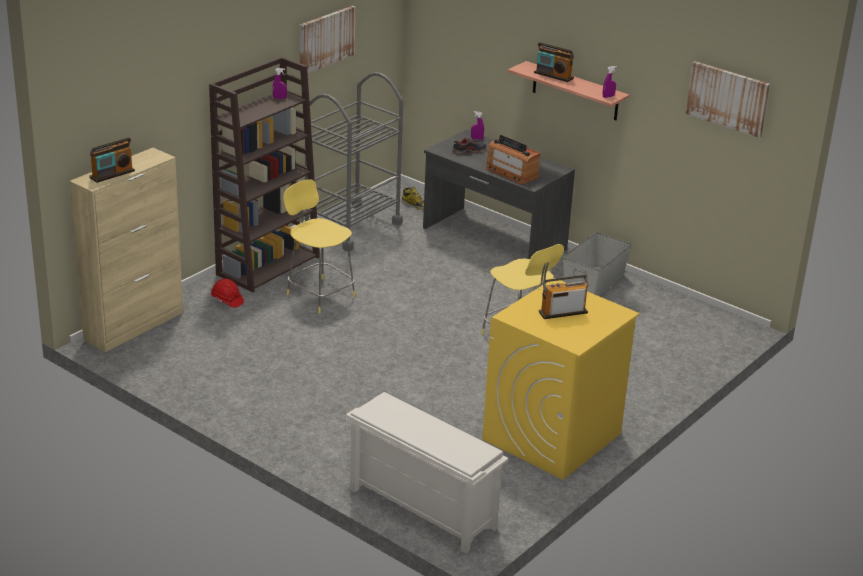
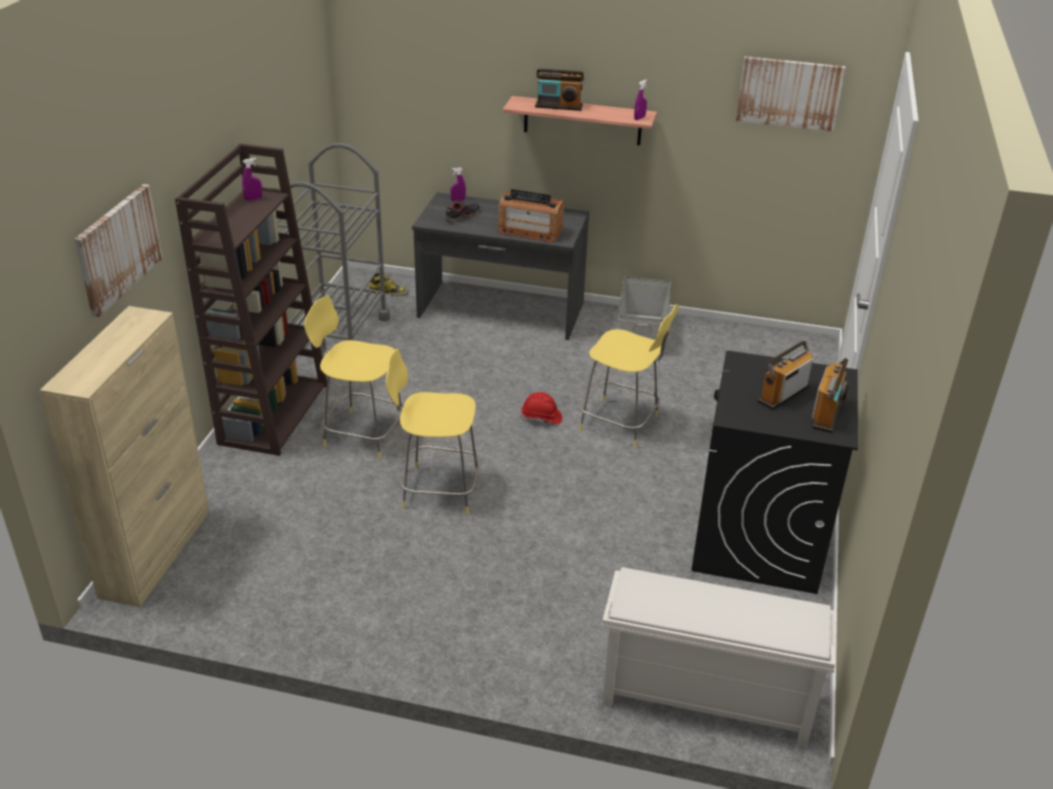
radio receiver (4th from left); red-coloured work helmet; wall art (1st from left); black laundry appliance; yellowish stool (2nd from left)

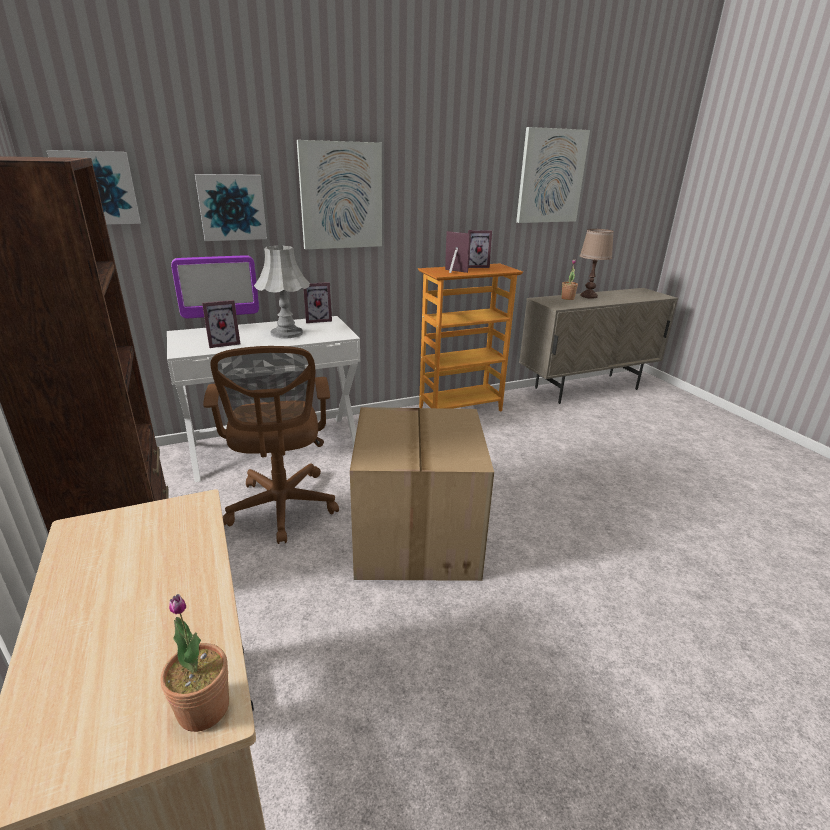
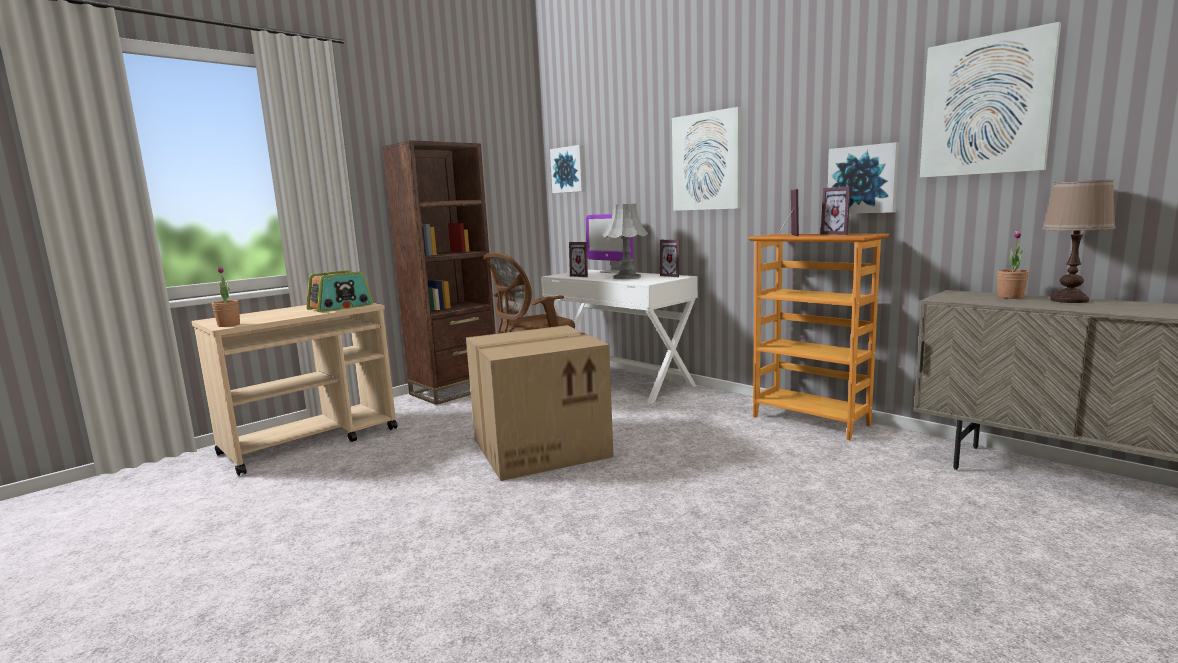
wall art (3rd from left); radio receiver

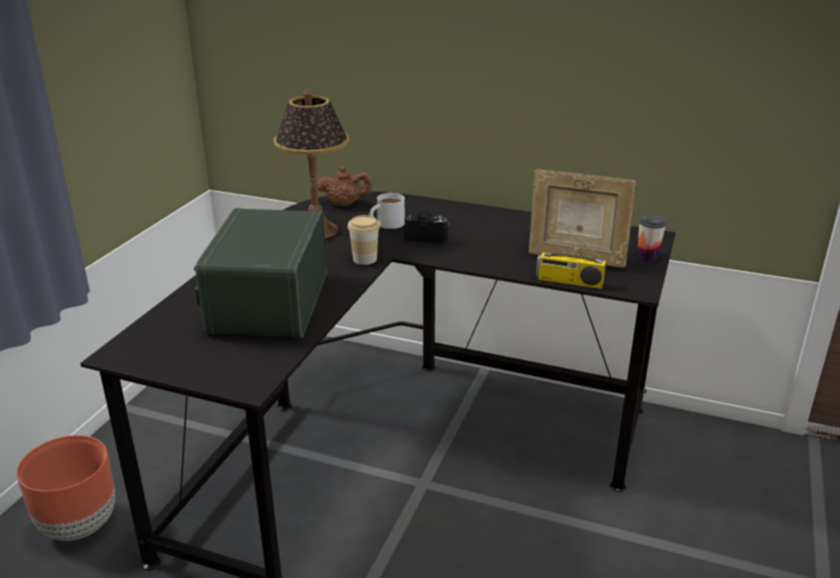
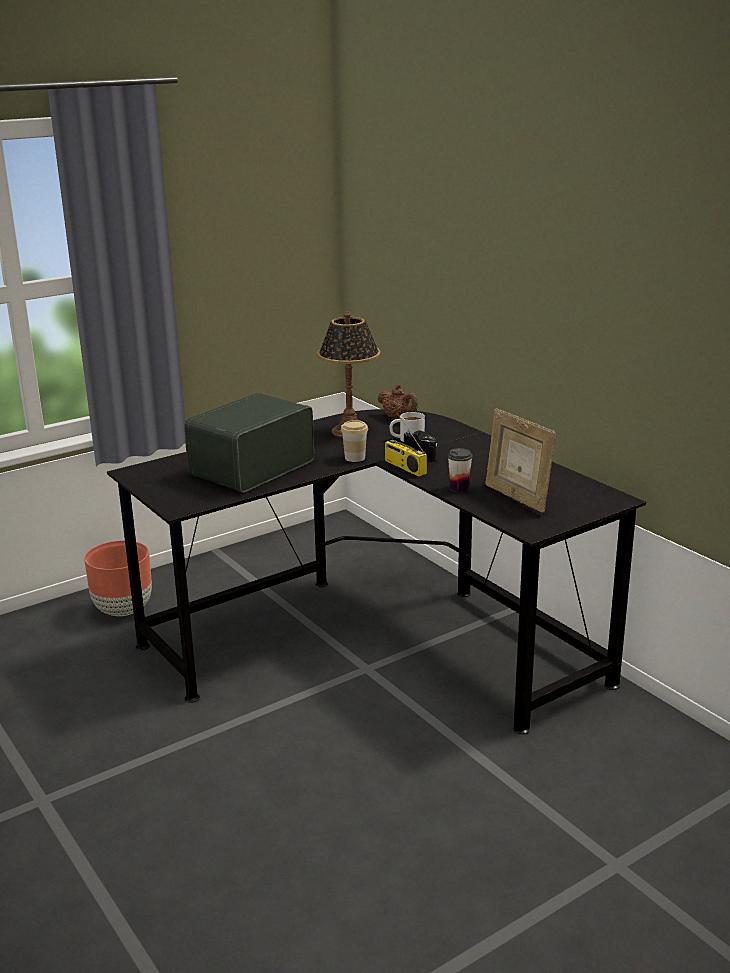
radio receiver (2nd from left); small cup (2nd from left)

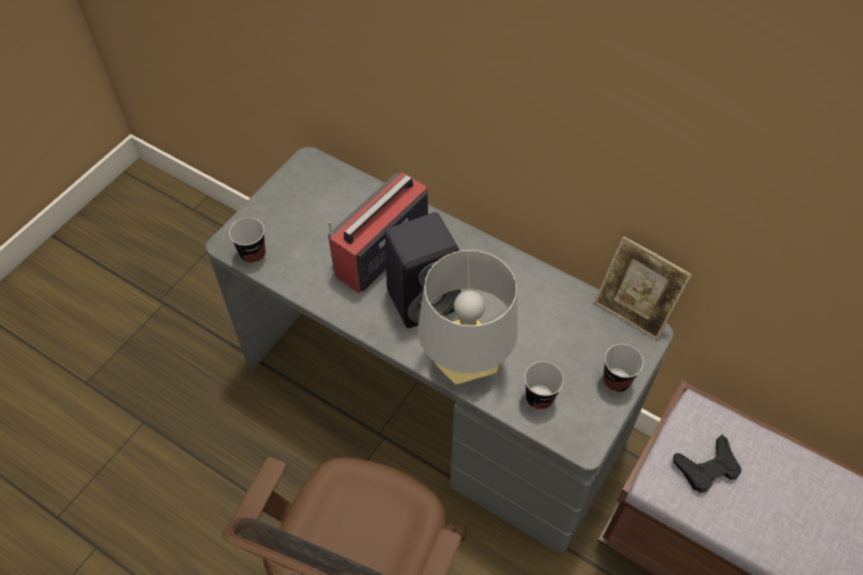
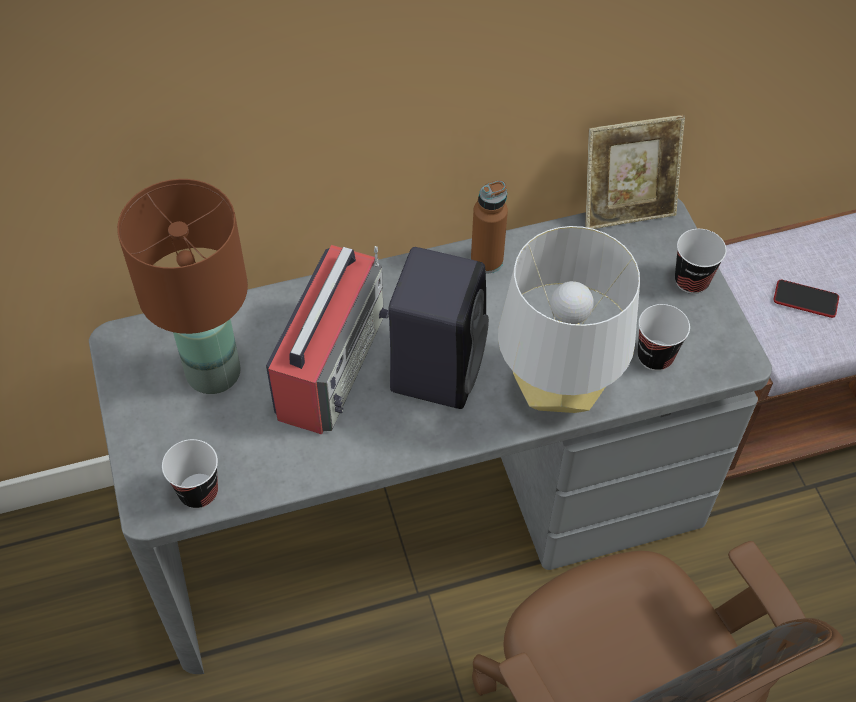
radio receiver; telephone; brown tabletop lamp; brown bottle

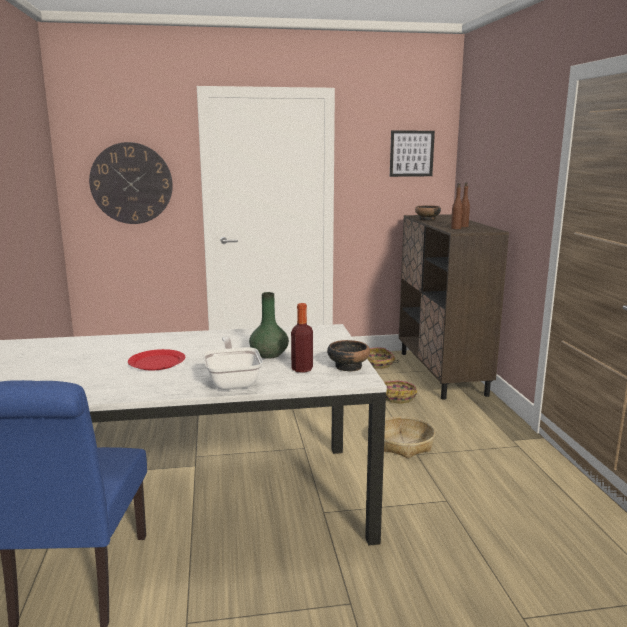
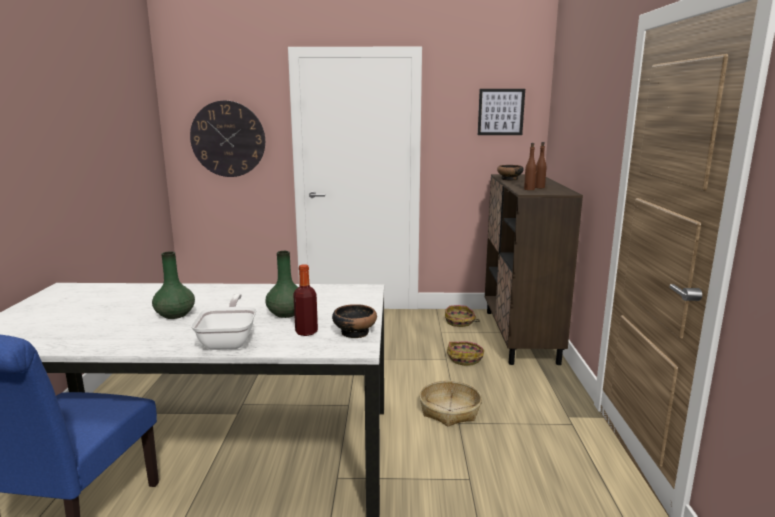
green vase (1st from left)

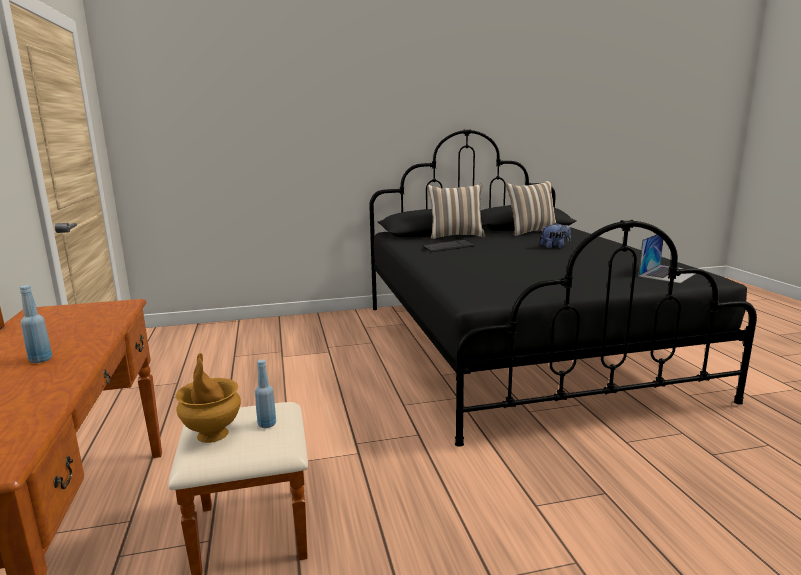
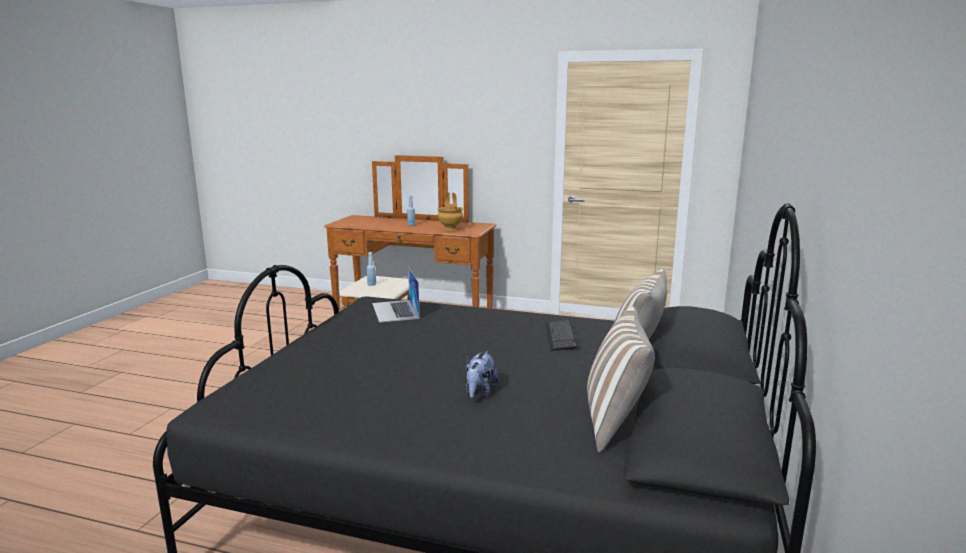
brown vase; laptop

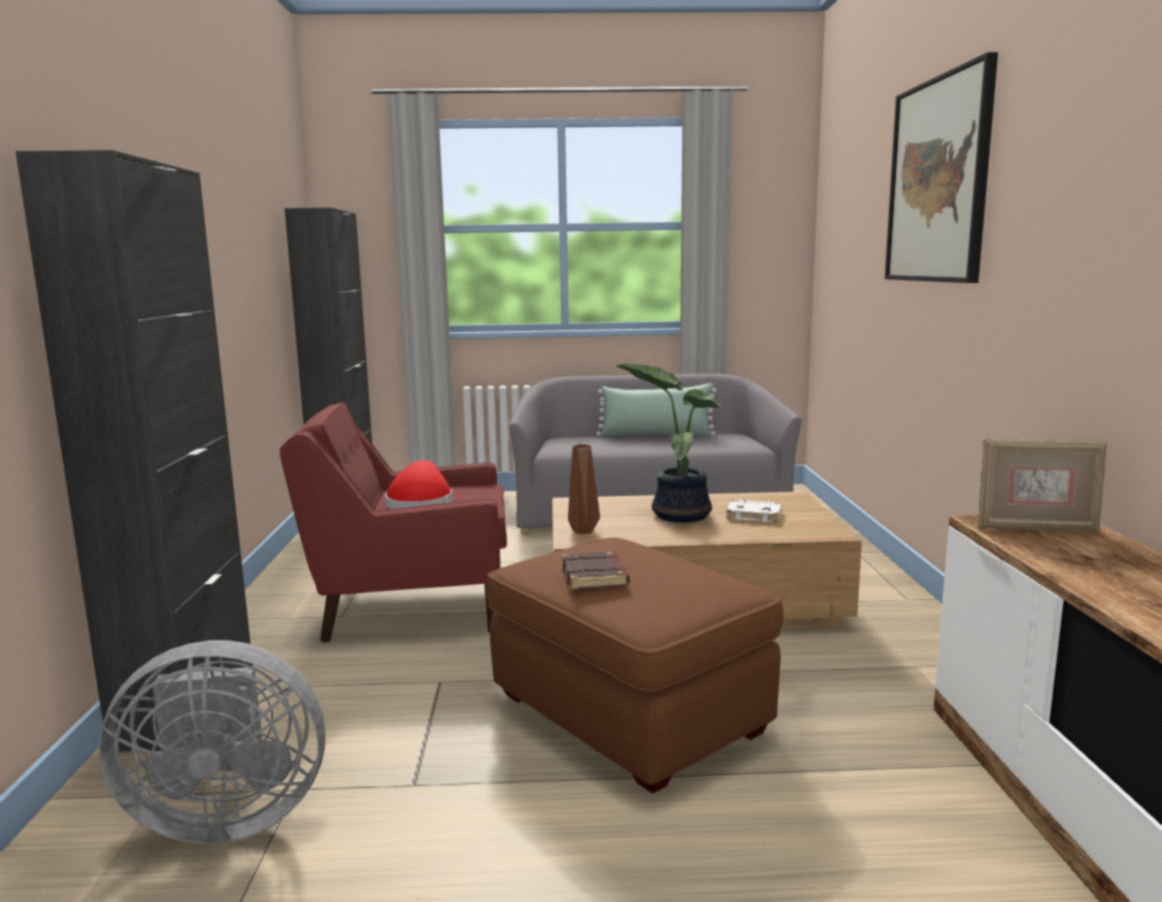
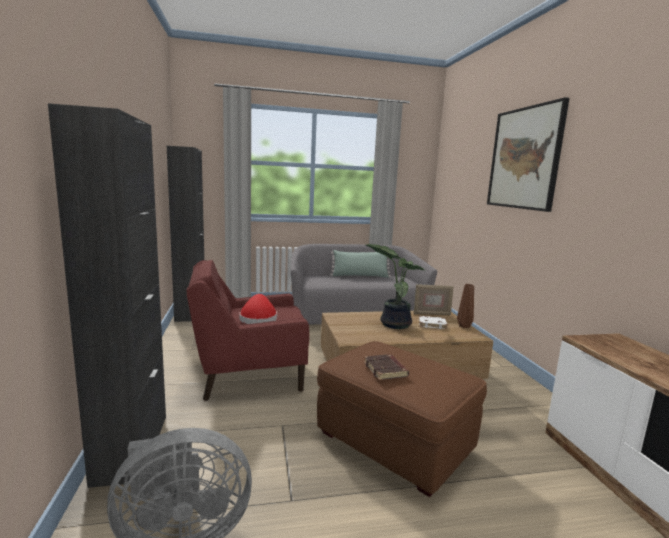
brown vase; photo frame

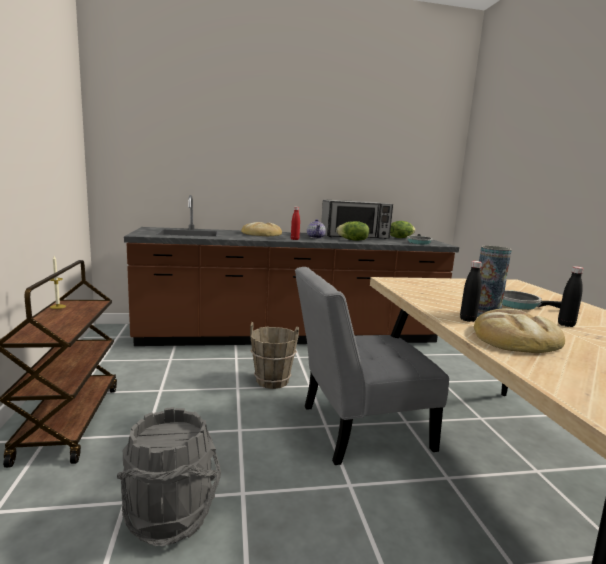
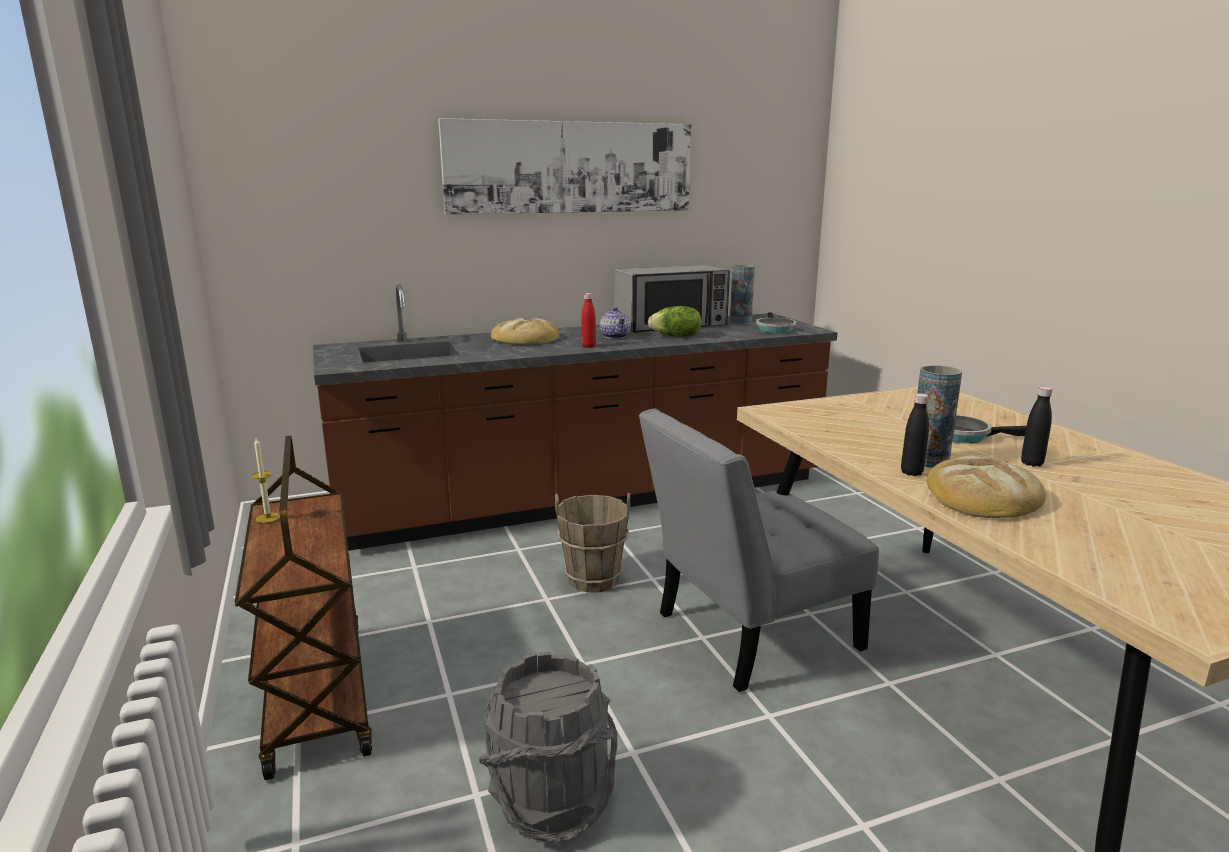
vase (1st from left); wall art

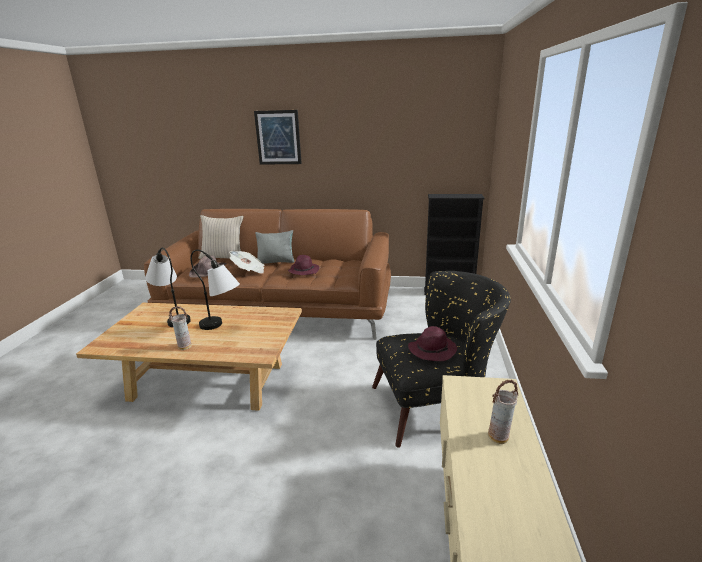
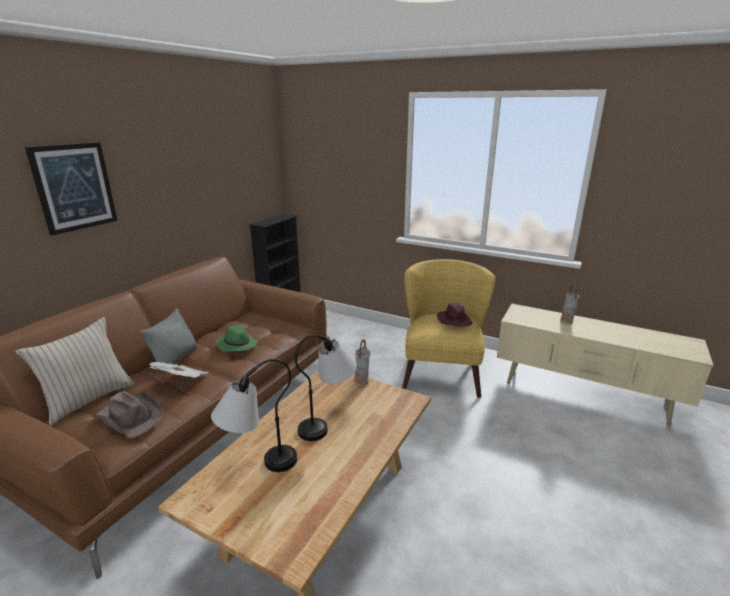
vase (1st from left); green hat; yellowish easy chair

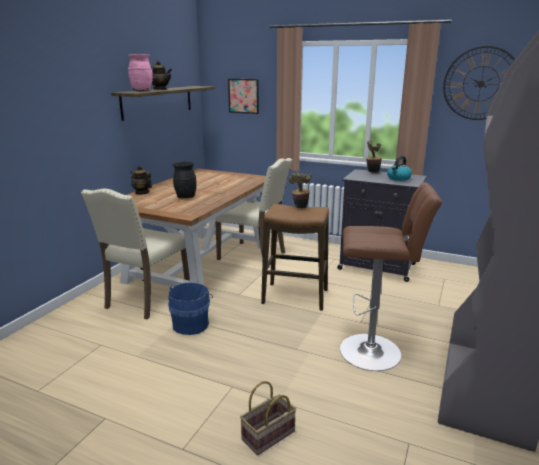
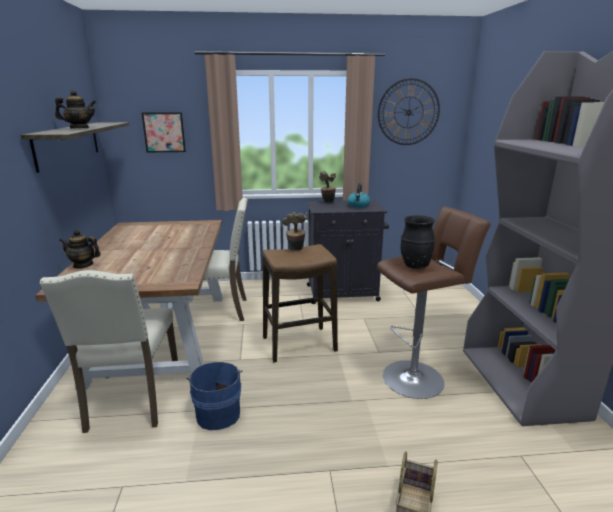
pink-coloured vase; black vase

